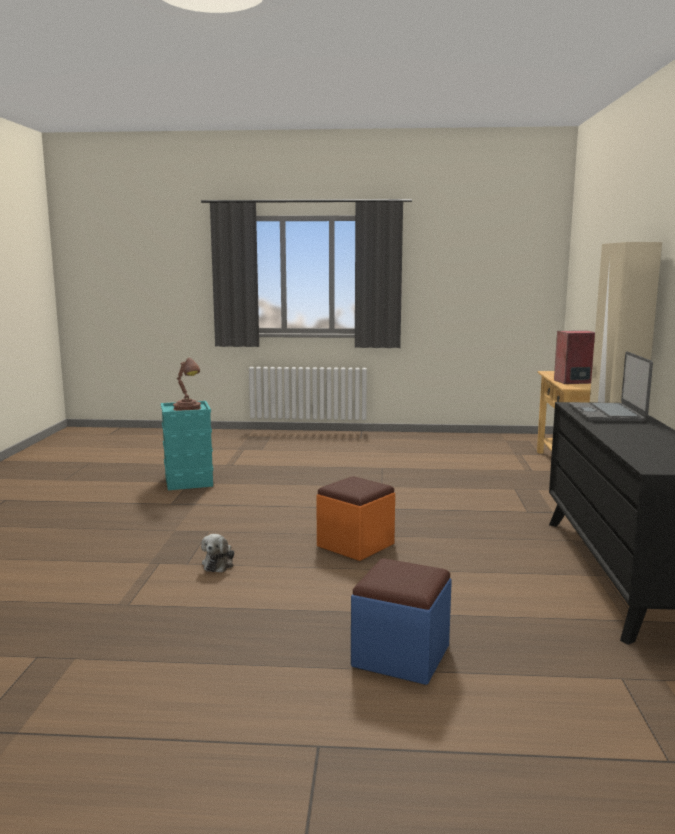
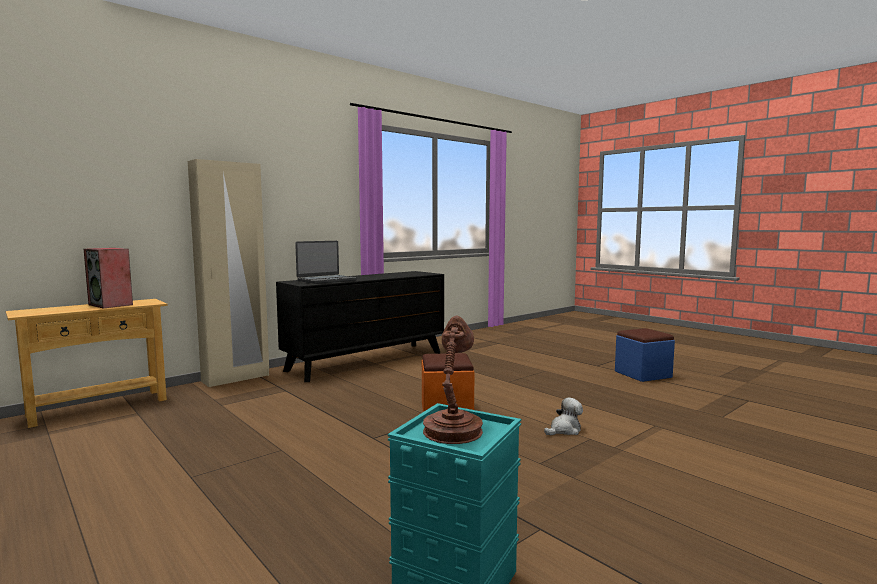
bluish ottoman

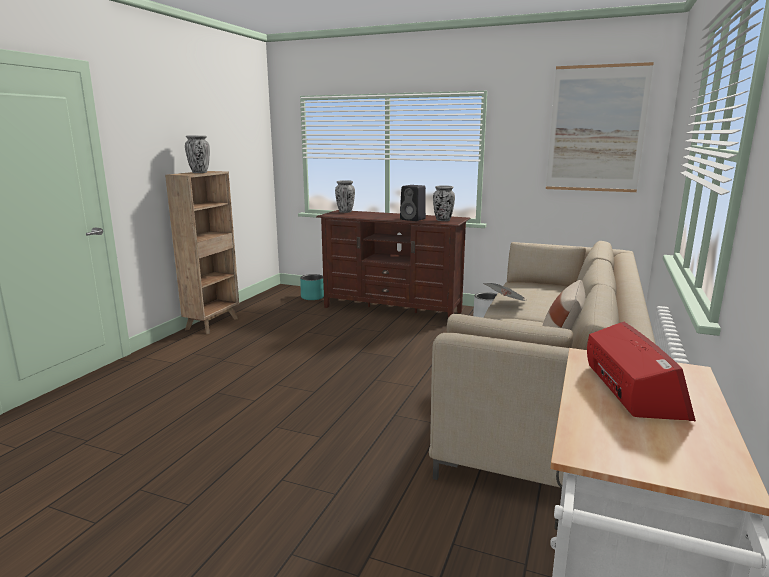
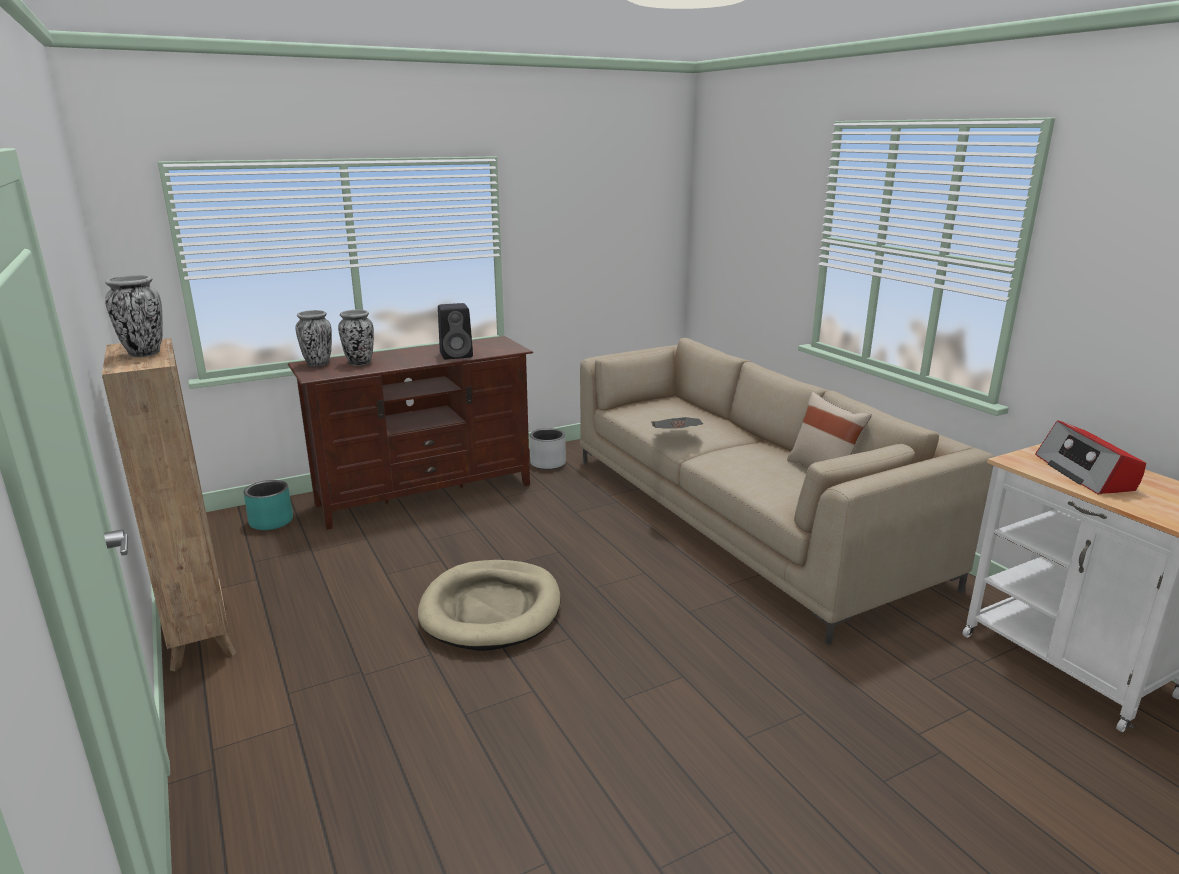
vase (3rd from left); wall art; radio receiver; beige pet bed

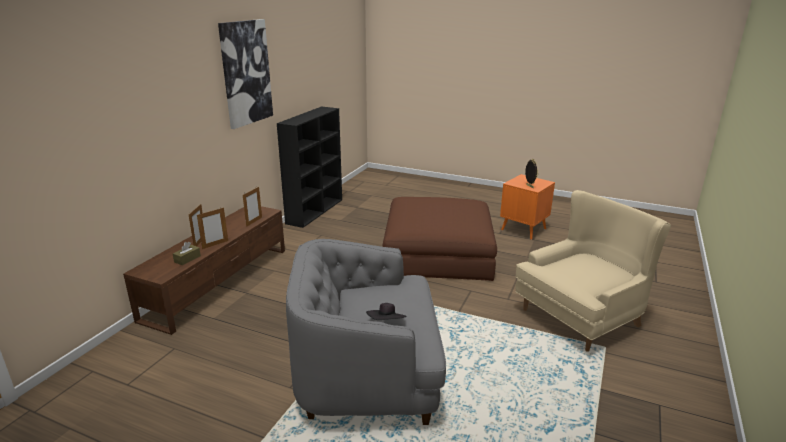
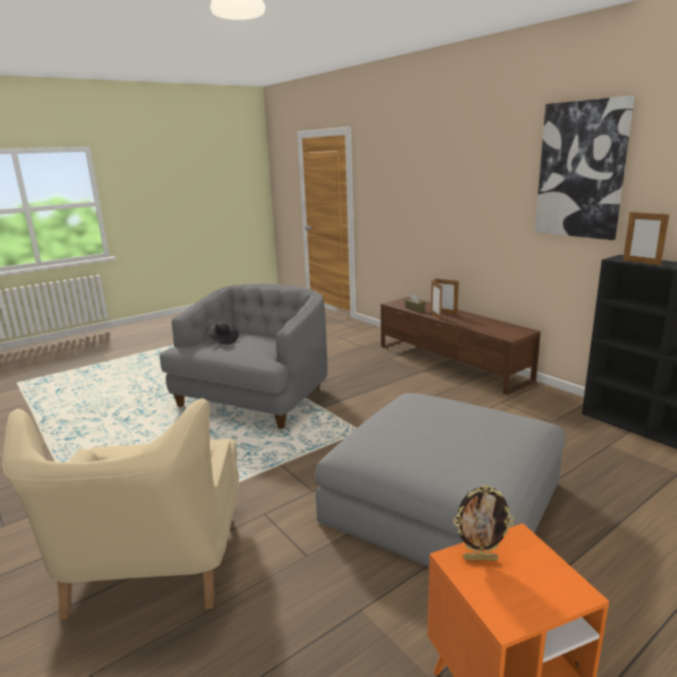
photo frame (4th from left); greyish ottoman

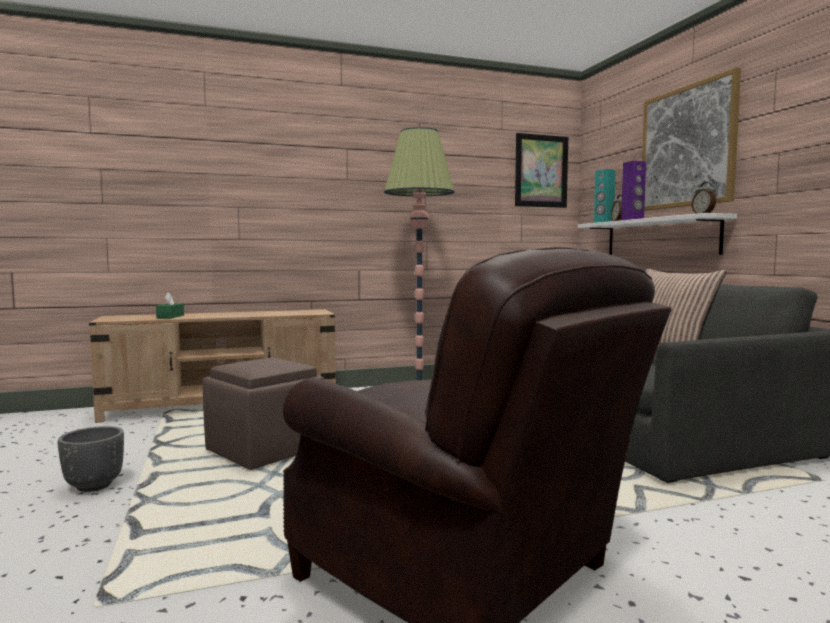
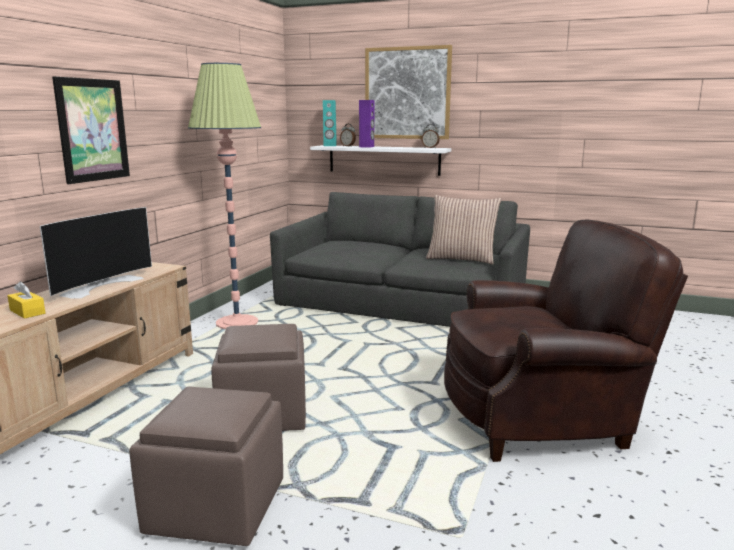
brown ottoman (1st from left); yellowish tissue holder; wall art (1st from left); TV set

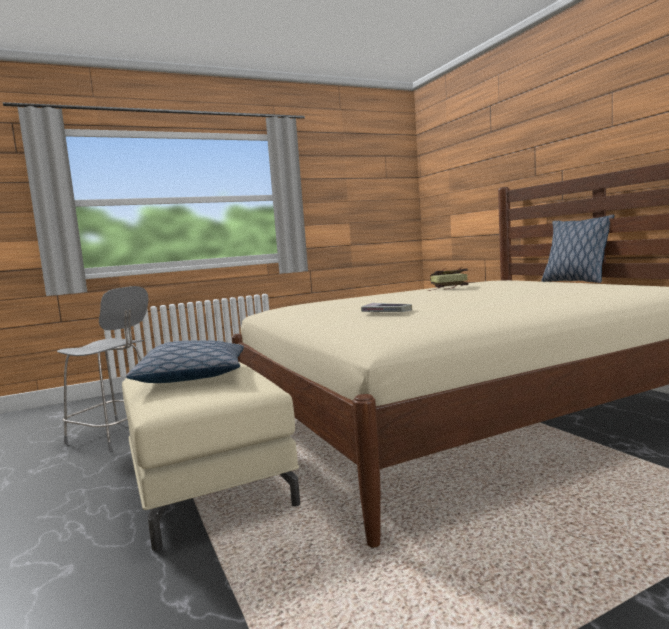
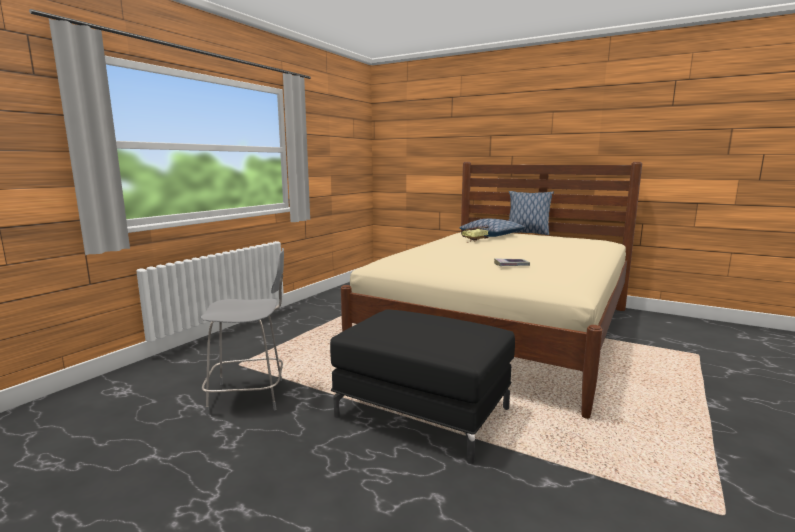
black ottoman; cushion (1st from left)

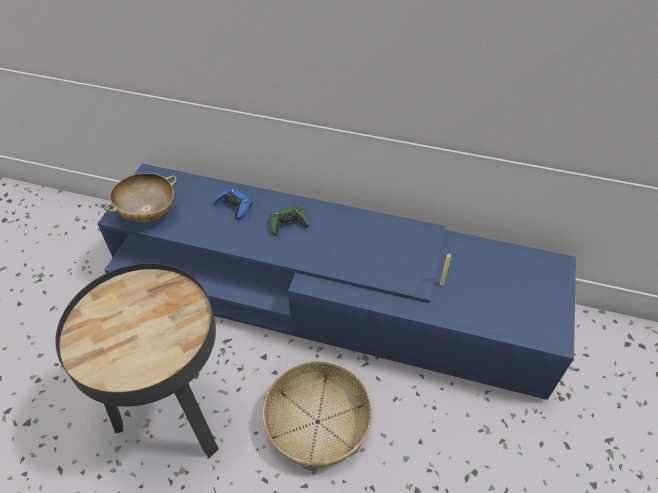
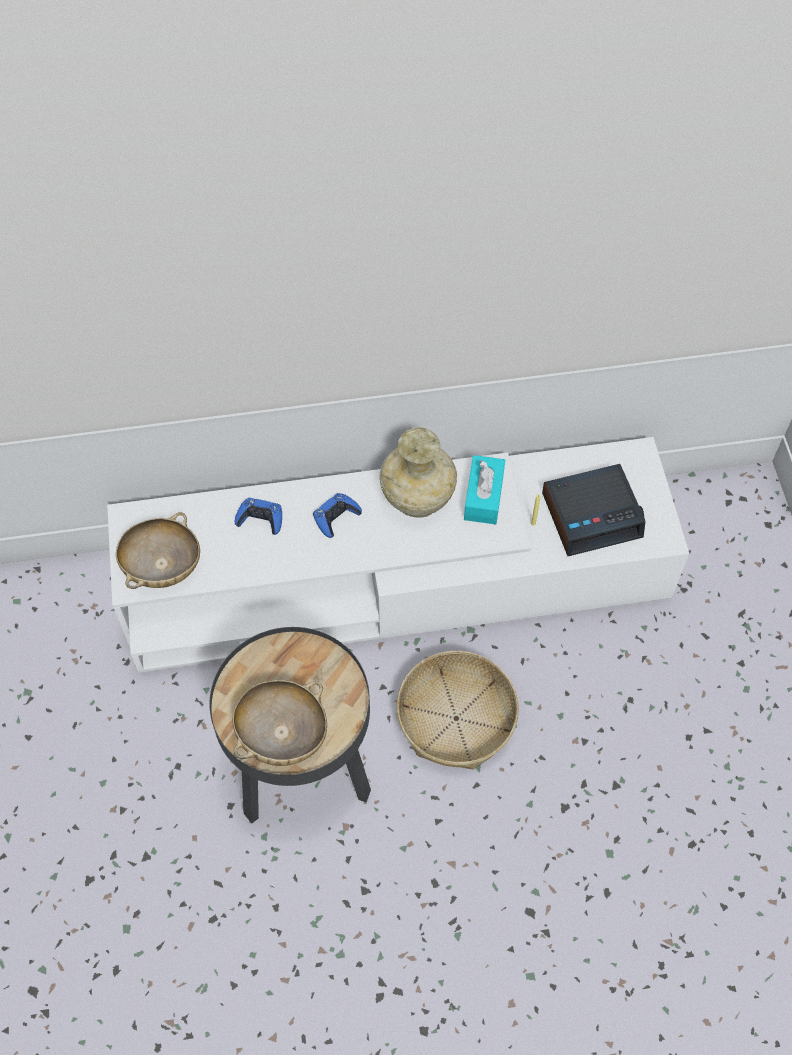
white-coloured media console; bluish joypad (2nd from left); beige serving bowl (2nd from left); beige vase; blue-green tissue holder; table clock

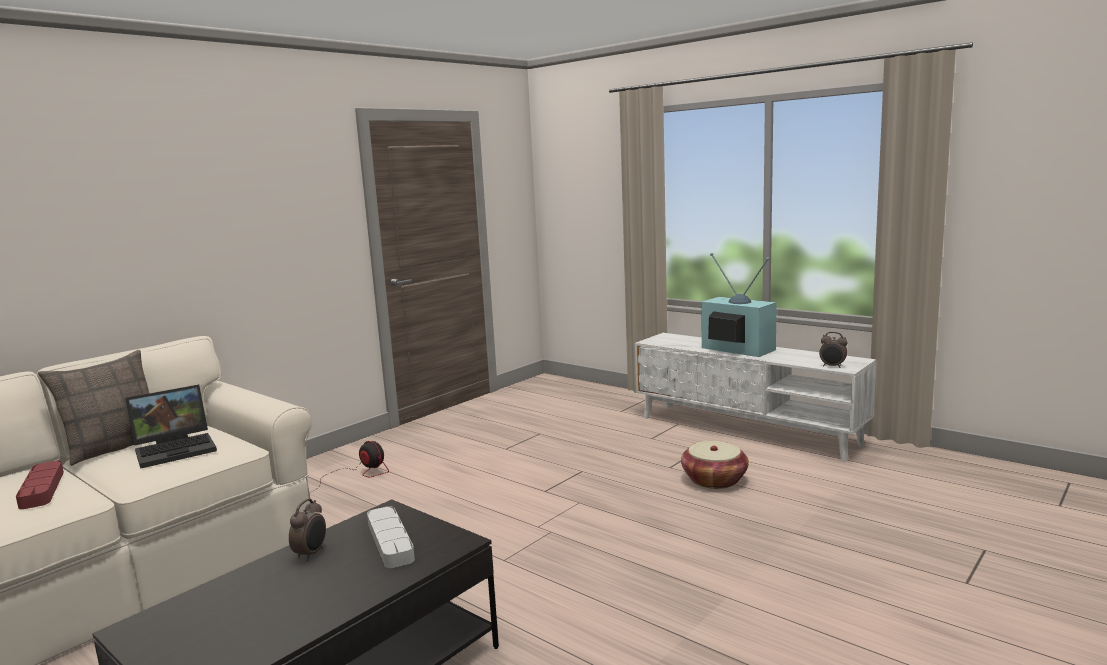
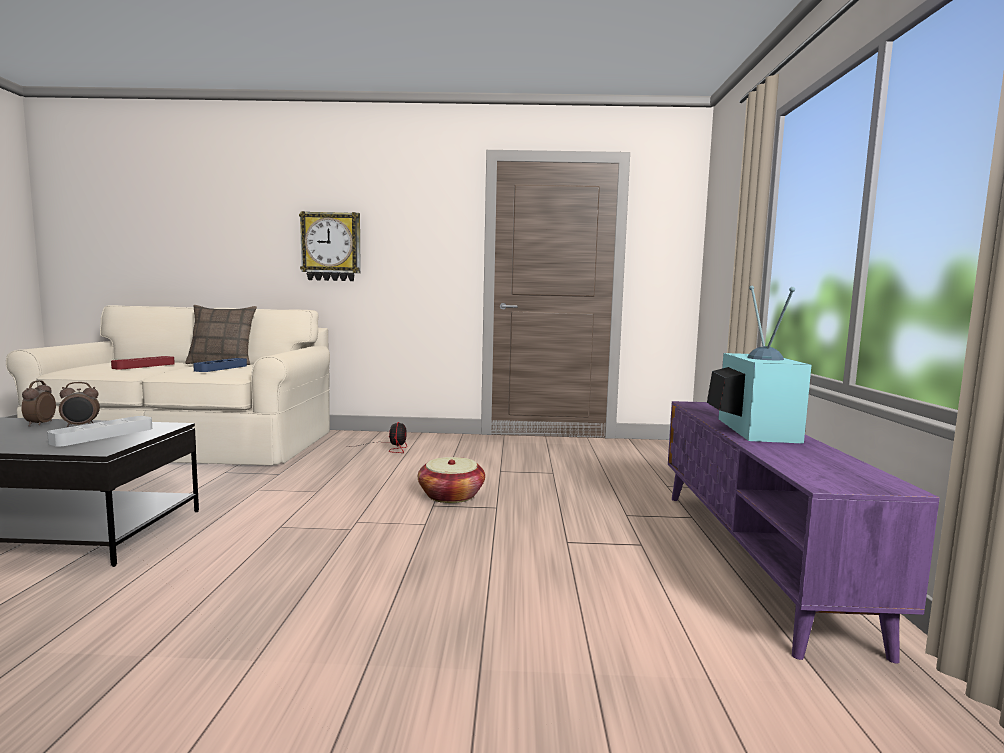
bluish tray; purple media console; household basket; table clock (1st from left); clock on the wall

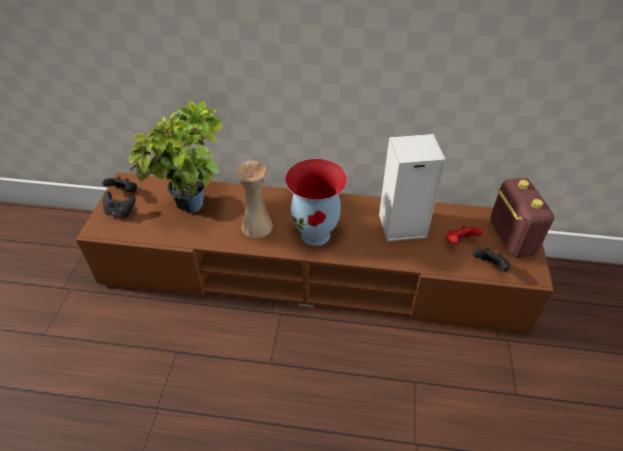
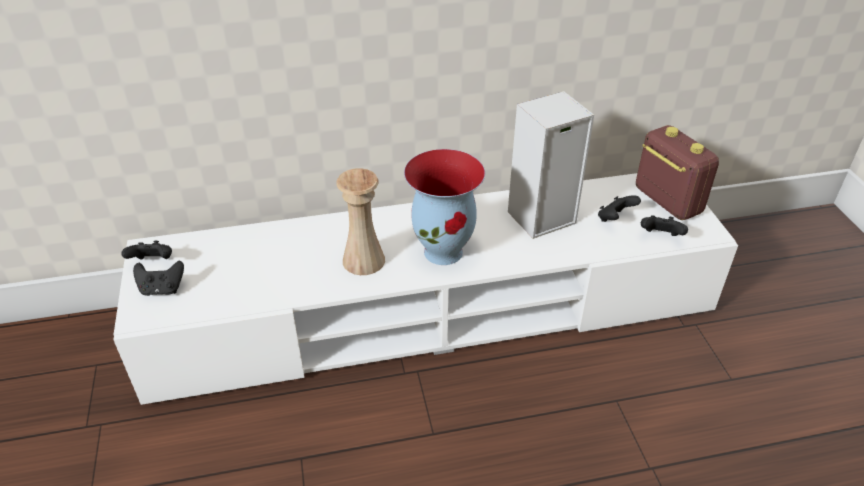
white-coloured media console; houseplant; black joypad (3rd from left)

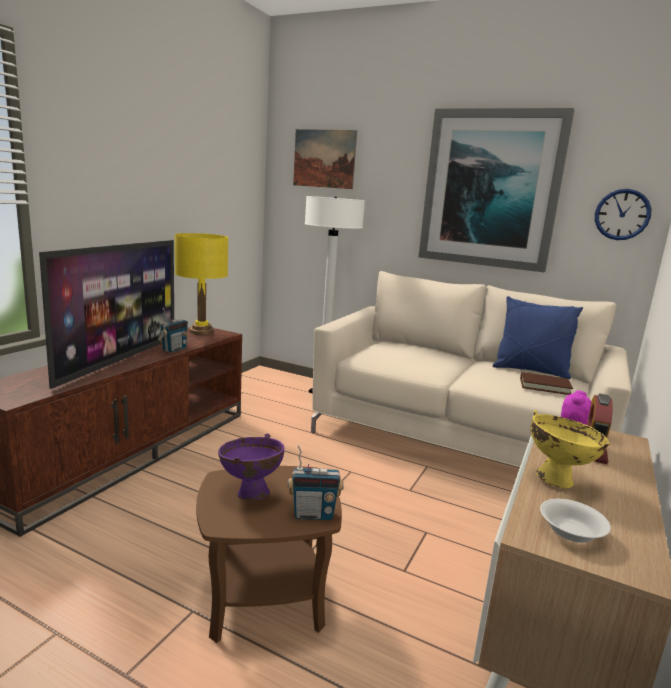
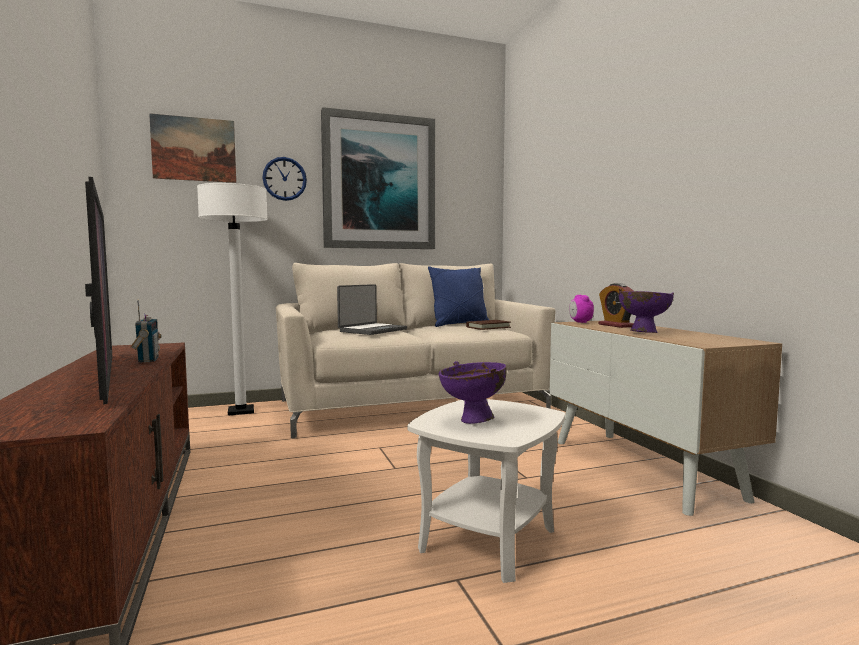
yellowish tabletop lamp; white-coloured side table; radio receiver (2nd from left in the first image); purple serving bowl (2nd from left); white-coloured serving bowl; clock on the wall; laptop

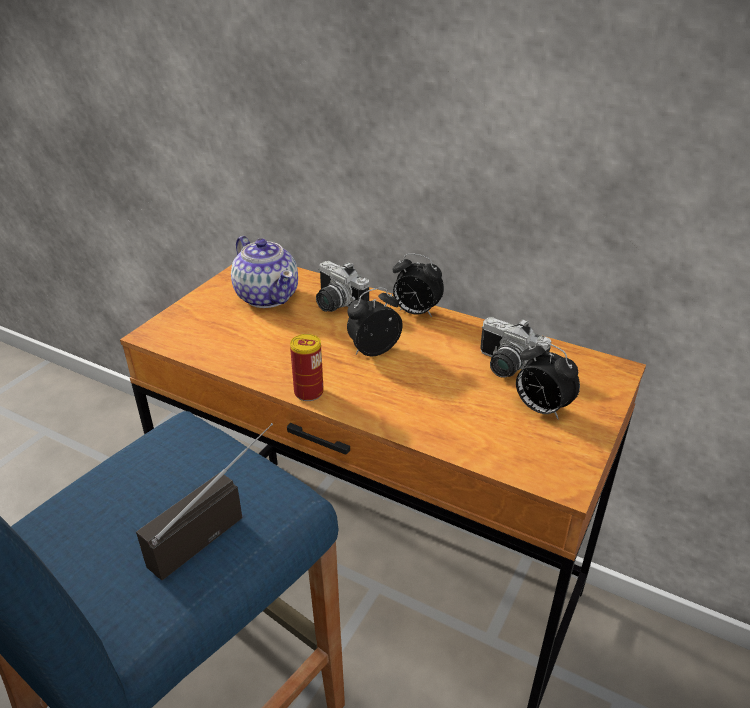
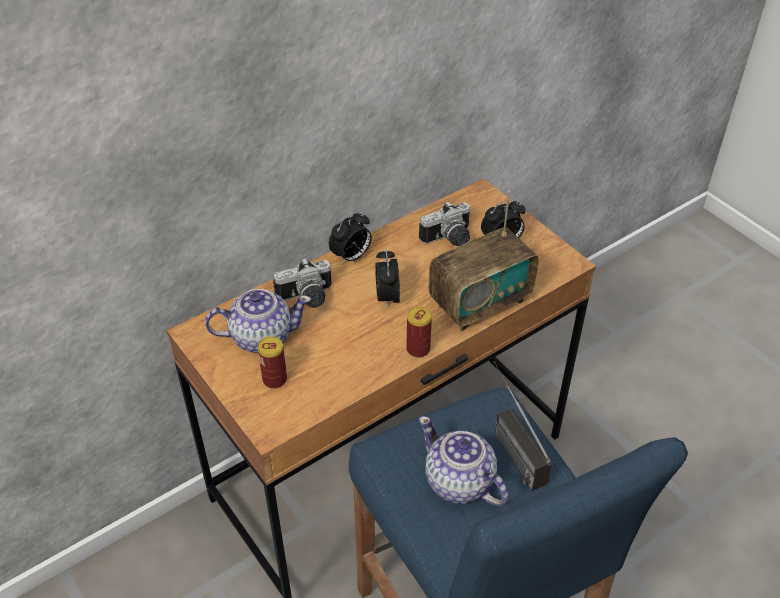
sealed can (1st from left); teapot (2nd from left); radio receiver (1st from left)

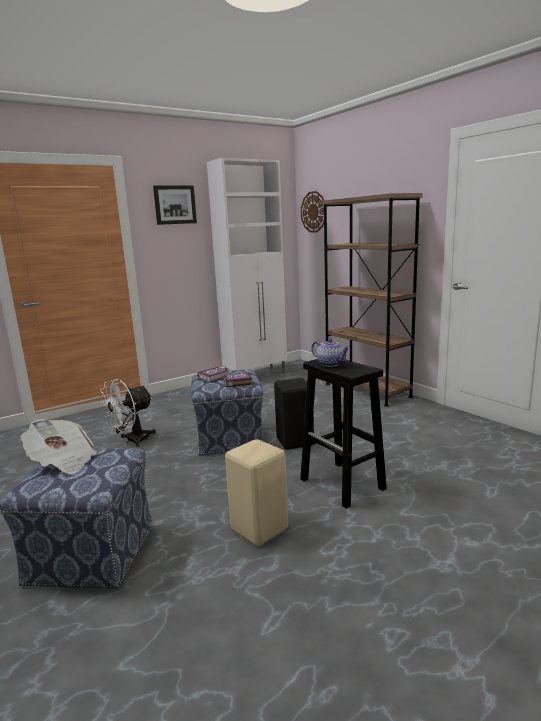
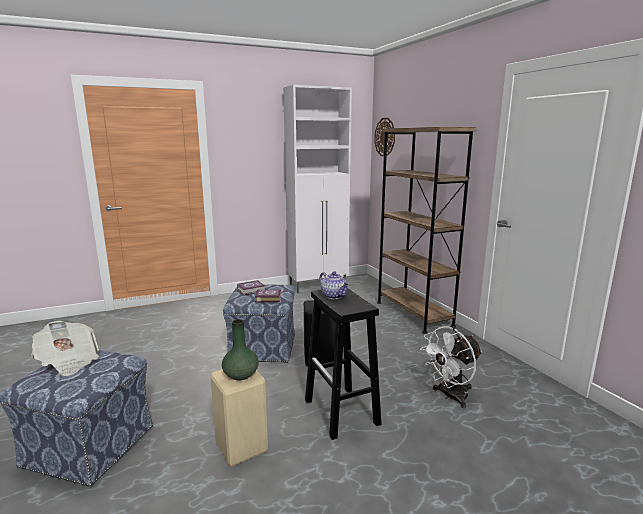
white-coloured electric fan; wall art; green vase

